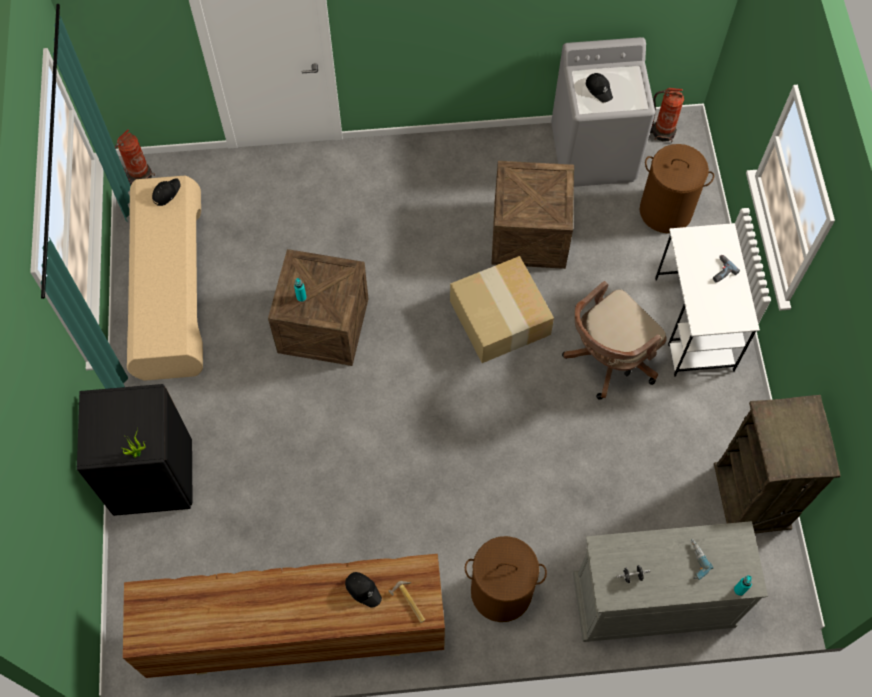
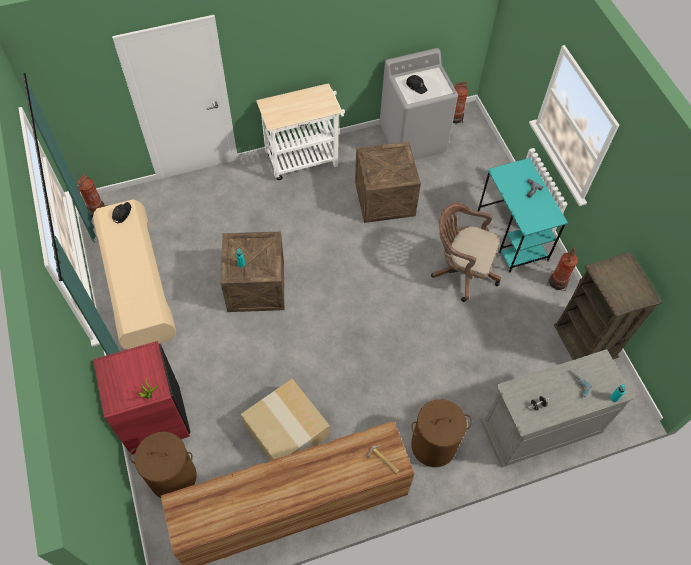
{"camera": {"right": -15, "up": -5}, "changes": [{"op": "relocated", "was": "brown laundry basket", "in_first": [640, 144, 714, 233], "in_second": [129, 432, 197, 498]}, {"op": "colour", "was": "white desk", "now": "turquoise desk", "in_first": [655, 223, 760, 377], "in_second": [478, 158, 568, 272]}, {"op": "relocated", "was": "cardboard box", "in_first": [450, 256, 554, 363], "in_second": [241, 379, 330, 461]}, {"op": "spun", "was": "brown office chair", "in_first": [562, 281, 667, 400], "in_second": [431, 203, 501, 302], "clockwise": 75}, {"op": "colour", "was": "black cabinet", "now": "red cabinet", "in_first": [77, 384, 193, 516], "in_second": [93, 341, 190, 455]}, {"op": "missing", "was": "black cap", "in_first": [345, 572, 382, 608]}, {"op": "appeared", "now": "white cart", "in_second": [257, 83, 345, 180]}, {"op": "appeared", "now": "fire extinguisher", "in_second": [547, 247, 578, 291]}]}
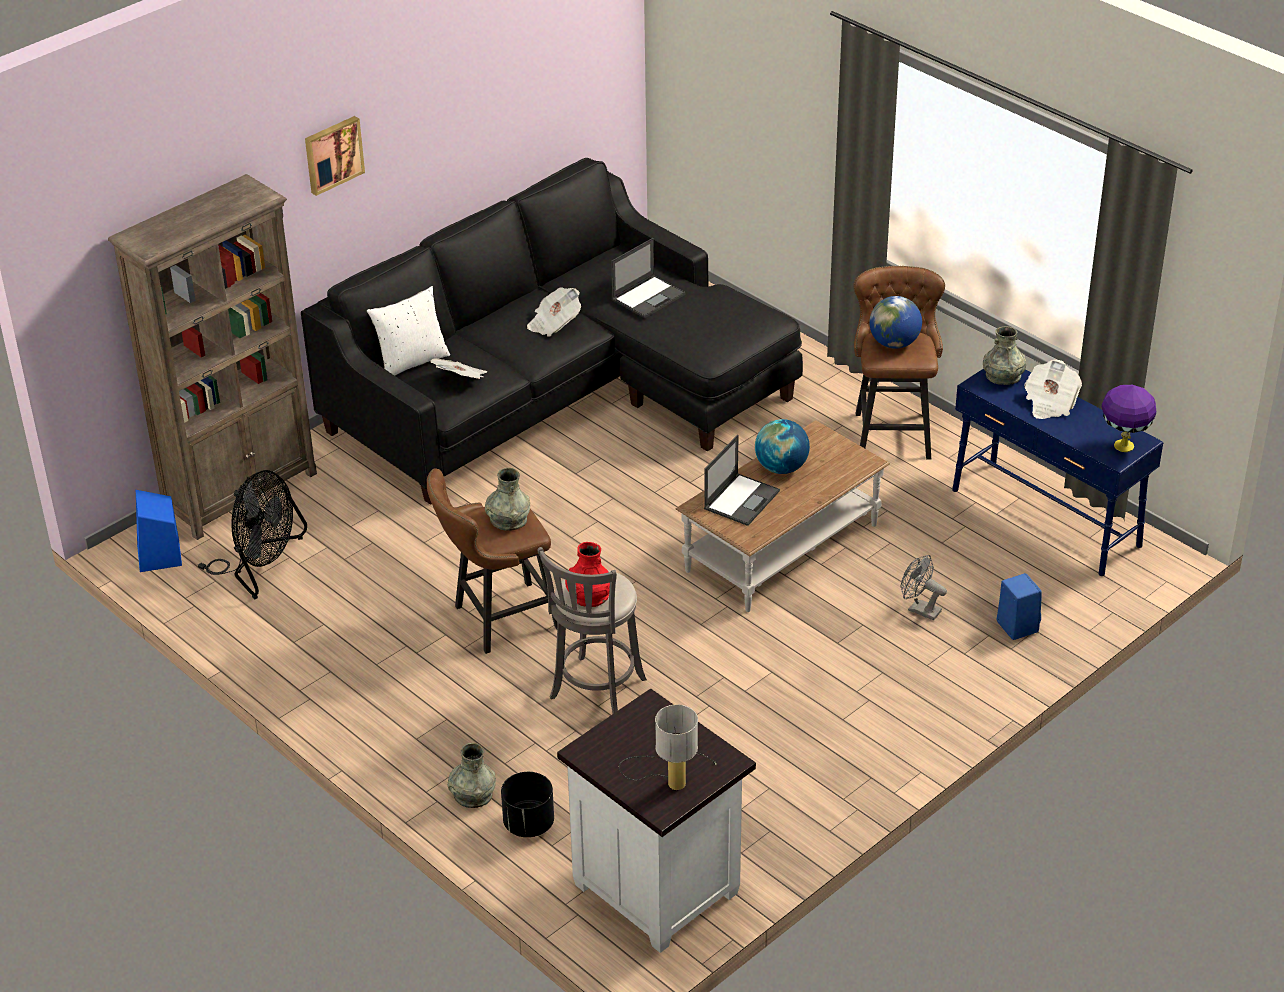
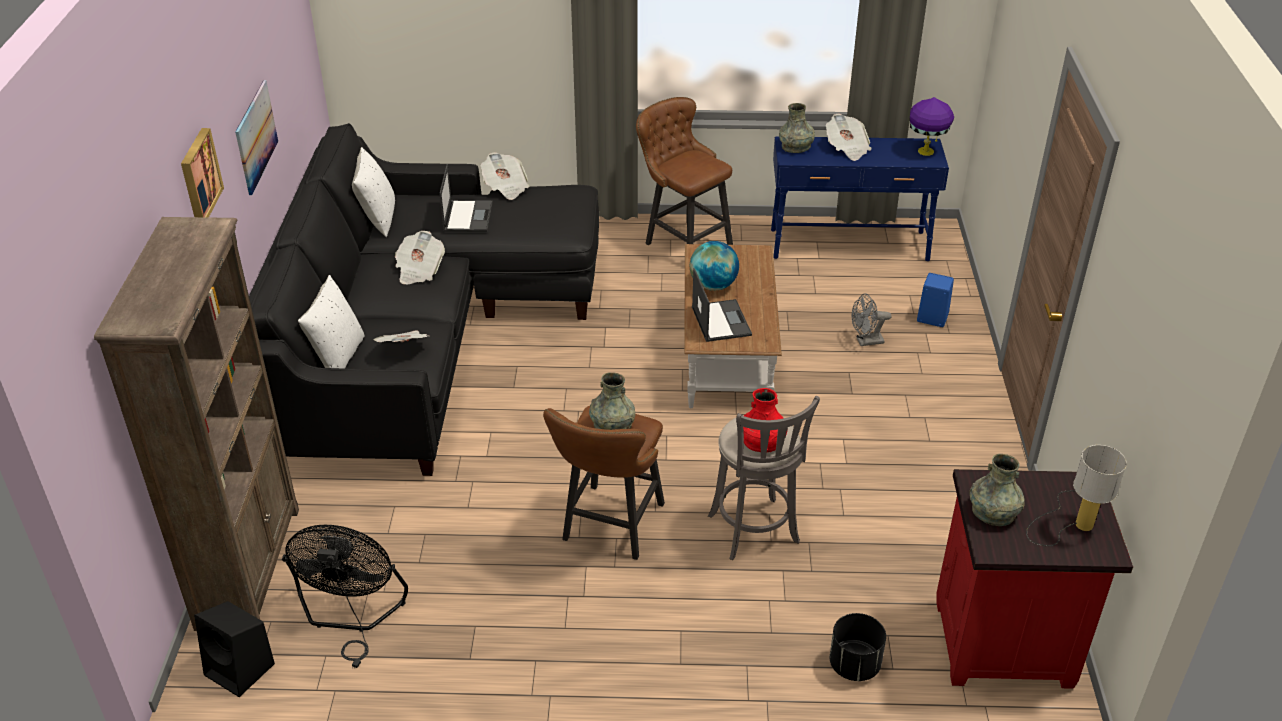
{"camera": {"right": -45, "up": 0}, "changes": [{"op": "missing", "was": "globe", "in_first": [869, 296, 922, 349]}, {"op": "spun", "was": "black fan", "in_first": [198, 470, 307, 599], "in_second": [282, 525, 408, 668], "clockwise": -60}, {"op": "colour", "was": "blue speaker", "now": "black speaker", "in_first": [136, 490, 182, 572], "in_second": [194, 601, 275, 697]}, {"op": "colour", "was": "white cabinet", "now": "red cabinet", "in_first": [557, 688, 756, 953], "in_second": [936, 469, 1133, 689]}, {"op": "relocated", "was": "grey vase", "in_first": [448, 743, 496, 808], "in_second": [969, 454, 1025, 526]}, {"op": "appeared", "now": "picture", "in_second": [235, 80, 278, 195]}, {"op": "appeared", "now": "white pillow", "in_second": [352, 147, 395, 237]}, {"op": "appeared", "now": "newspaper", "in_second": [481, 152, 529, 200]}]}
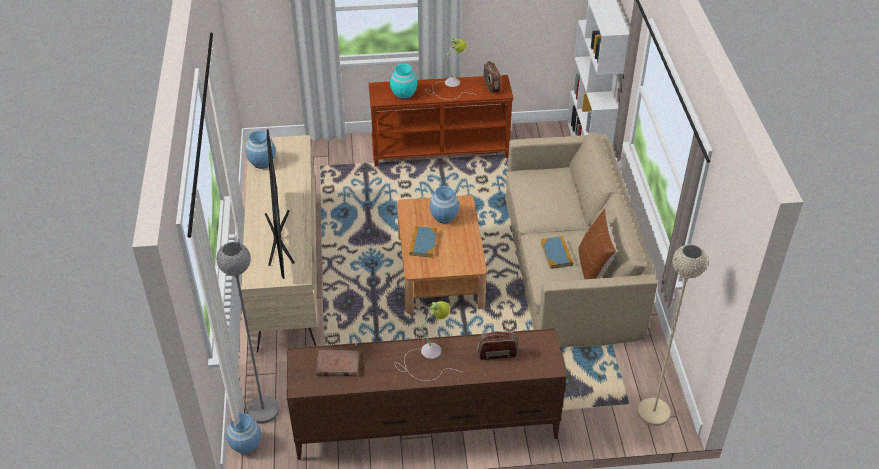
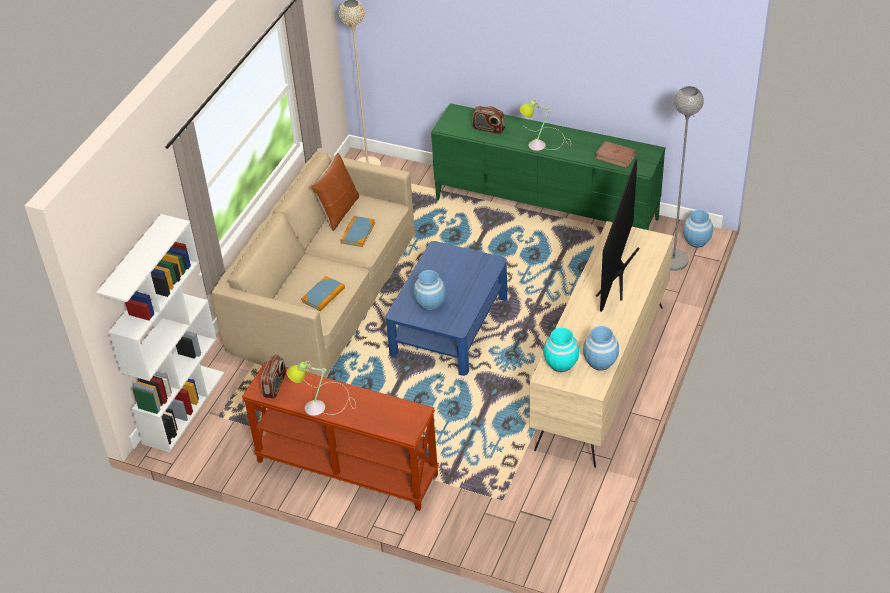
{"camera": {"right": -150, "up": 0}, "changes": [{"op": "relocated", "was": "turquoise vase", "in_first": [390, 64, 417, 100], "in_second": [543, 328, 579, 372]}, {"op": "colour", "was": "brown coffee table", "now": "blue coffee table", "in_first": [397, 195, 487, 314], "in_second": [385, 241, 507, 376]}, {"op": "relocated", "was": "book", "in_first": [409, 226, 437, 258], "in_second": [301, 276, 345, 311]}, {"op": "colour", "was": "brown cabinet", "now": "green cabinet", "in_first": [287, 328, 567, 460], "in_second": [431, 103, 665, 230]}]}
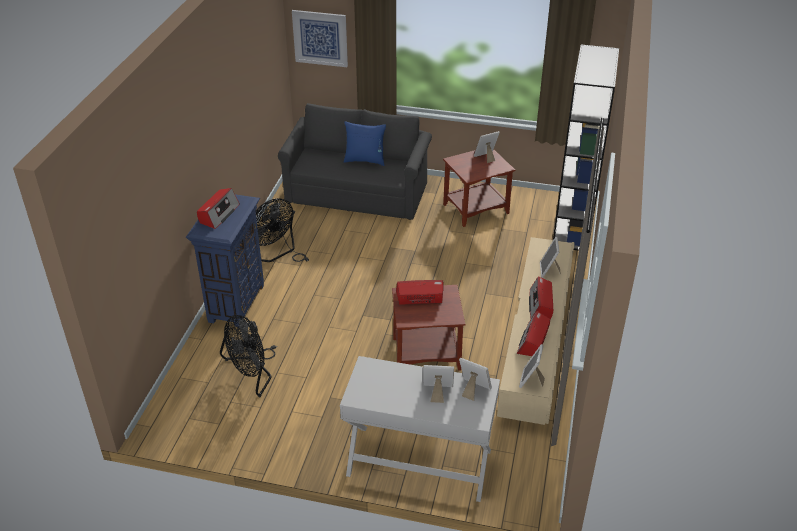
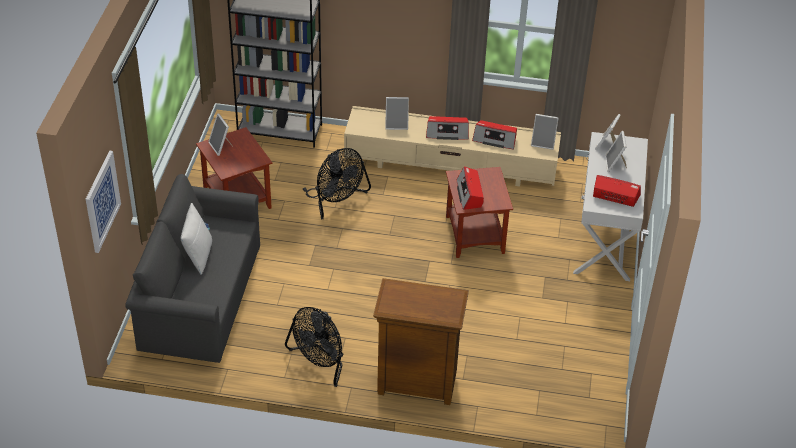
{"camera": {"right": -95, "up": 5}, "changes": [{"op": "colour", "was": "blue pillow", "now": "grey pillow", "in_first": [344, 121, 386, 166], "in_second": [181, 203, 212, 275]}, {"op": "relocated", "was": "radio", "in_first": [197, 188, 240, 229], "in_second": [593, 175, 641, 207]}, {"op": "colour", "was": "blue cabinet", "now": "brown cabinet", "in_first": [186, 194, 264, 328], "in_second": [373, 278, 469, 405]}, {"op": "relocated", "was": "black fan", "in_first": [220, 315, 277, 397], "in_second": [303, 148, 371, 220]}]}
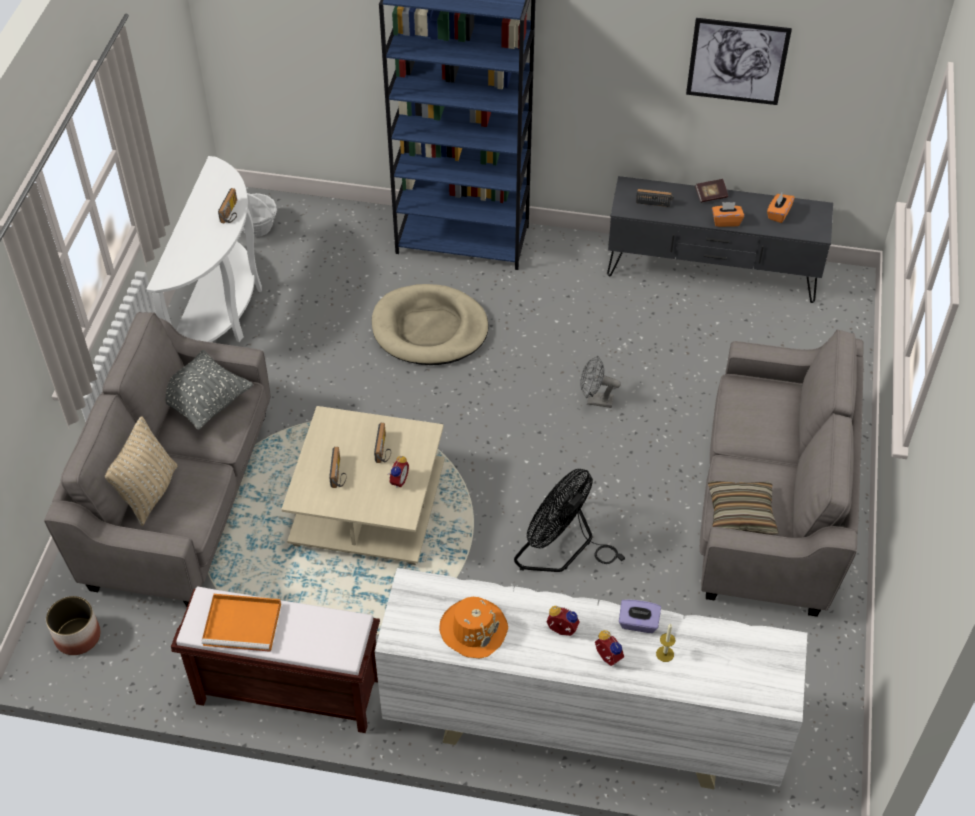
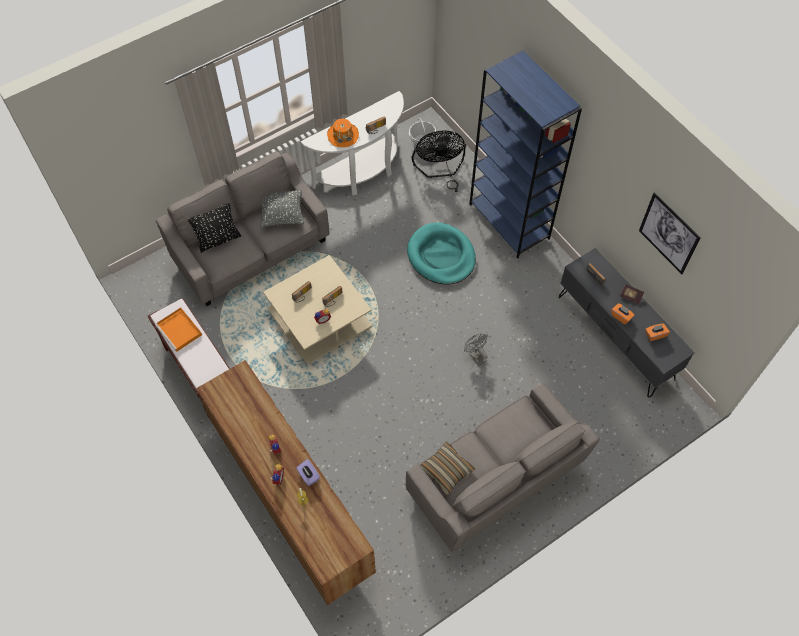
{"camera": {"right": 45, "up": 10}, "changes": [{"op": "colour", "was": "beige dog bed", "now": "turquoise dog bed", "in_first": [372, 284, 489, 365], "in_second": [407, 222, 476, 285]}, {"op": "colour", "was": "beige pillow", "now": "black pillow", "in_first": [105, 416, 177, 526], "in_second": [188, 203, 241, 253]}, {"op": "relocated", "was": "black fan", "in_first": [514, 469, 625, 572], "in_second": [412, 131, 466, 192]}, {"op": "colour", "was": "white cabinet", "now": "brown cabinet", "in_first": [375, 568, 807, 789], "in_second": [196, 360, 376, 605]}, {"op": "missing", "was": "planter", "in_first": [46, 596, 100, 655]}, {"op": "relocated", "was": "orange hat", "in_first": [439, 597, 508, 658], "in_second": [327, 119, 359, 147]}]}
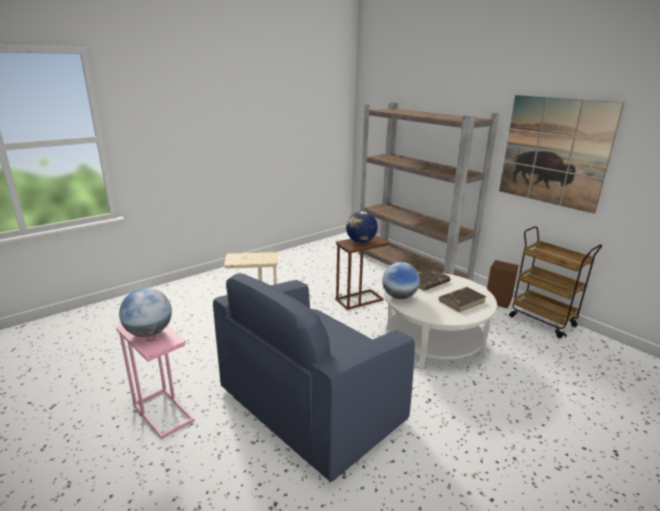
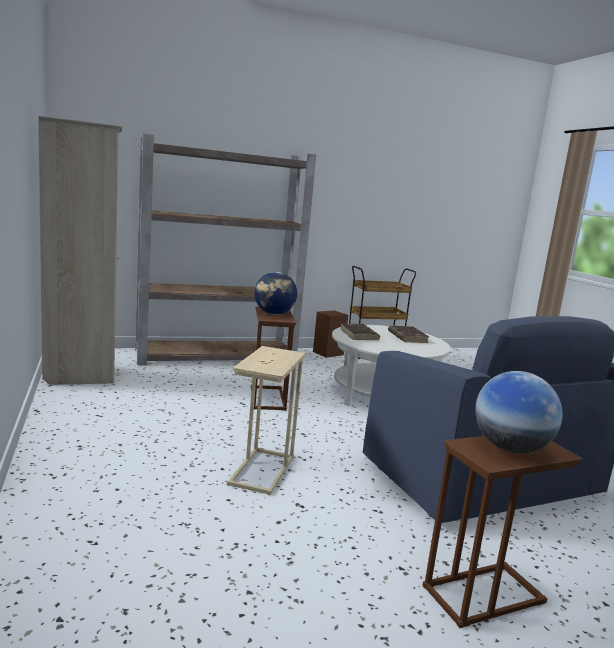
{"camera": {"right": -70, "up": -10}, "changes": [{"op": "missing", "was": "picture", "in_first": [499, 95, 624, 214]}, {"op": "missing", "was": "globe", "in_first": [382, 262, 420, 299]}, {"op": "colour", "was": "pink side table", "now": "brown side table", "in_first": [116, 325, 195, 440], "in_second": [422, 436, 582, 628]}, {"op": "appeared", "now": "beige cabinet", "in_second": [38, 116, 123, 385]}]}
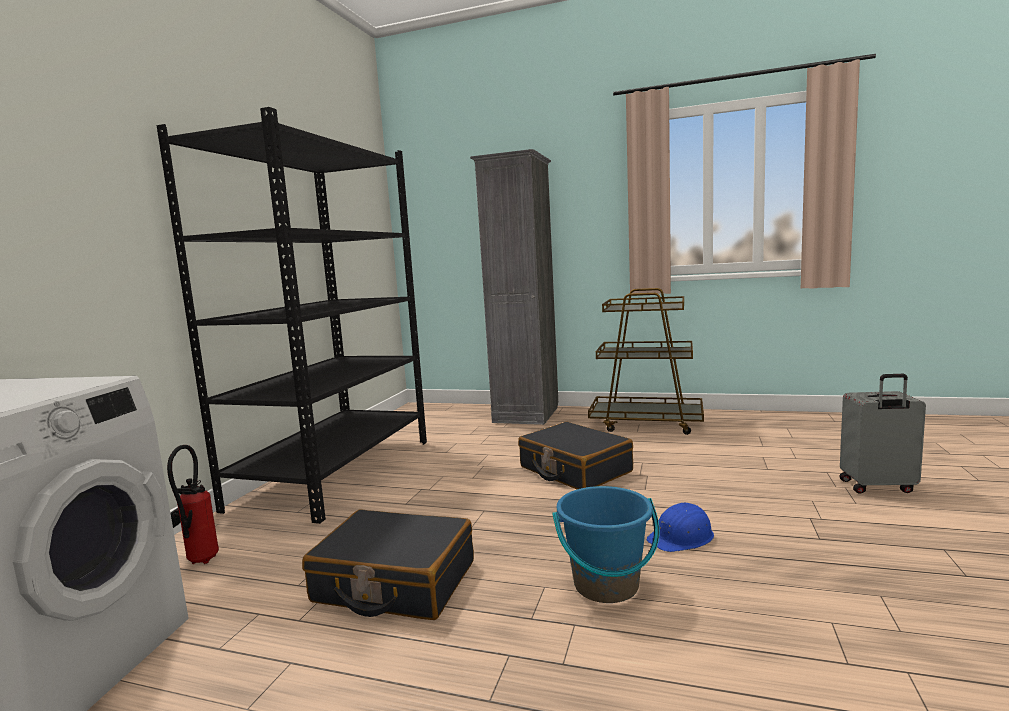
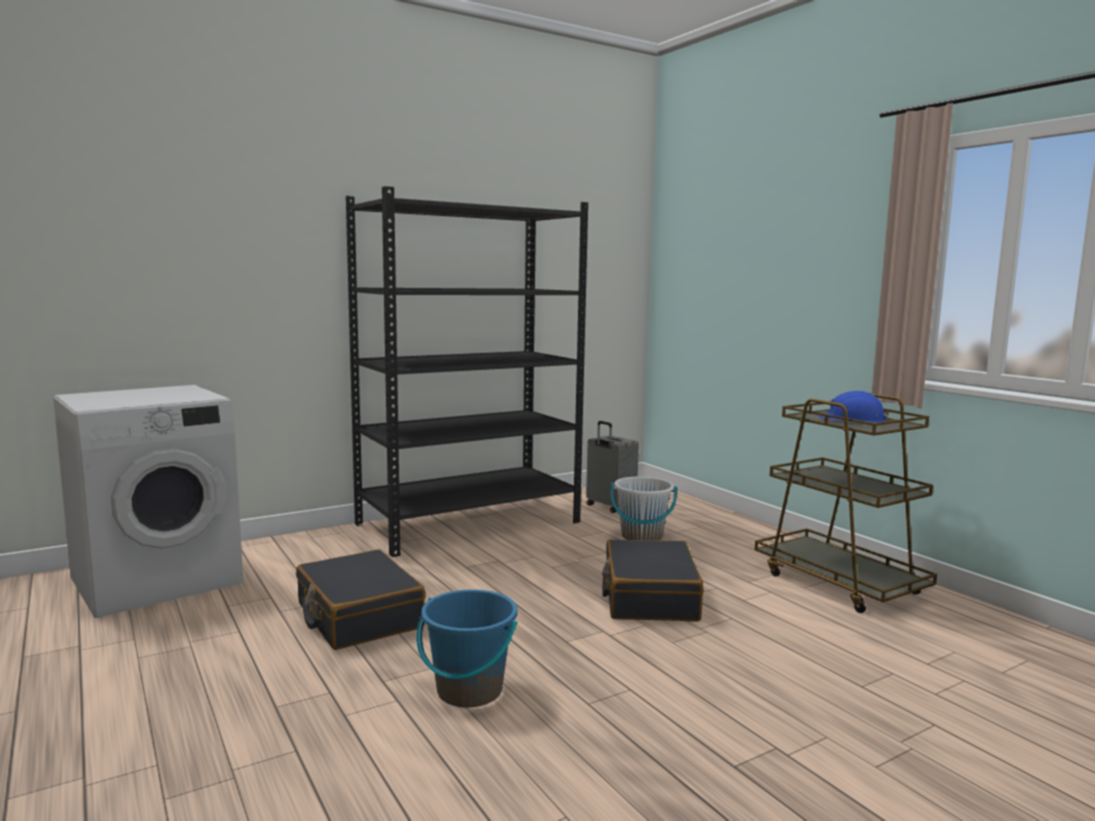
{"camera": {"right": 40, "up": 0}, "changes": [{"op": "missing", "was": "grey cabinet", "in_first": [470, 149, 558, 425]}, {"op": "relocated", "was": "grey suitcase", "in_first": [839, 374, 926, 494], "in_second": [586, 421, 639, 513]}, {"op": "missing", "was": "fire extinguisher", "in_first": [167, 445, 219, 564]}, {"op": "relocated", "was": "blue hard hat", "in_first": [646, 502, 714, 552], "in_second": [819, 391, 889, 423]}, {"op": "appeared", "now": "white bucket", "in_second": [611, 477, 677, 541]}]}
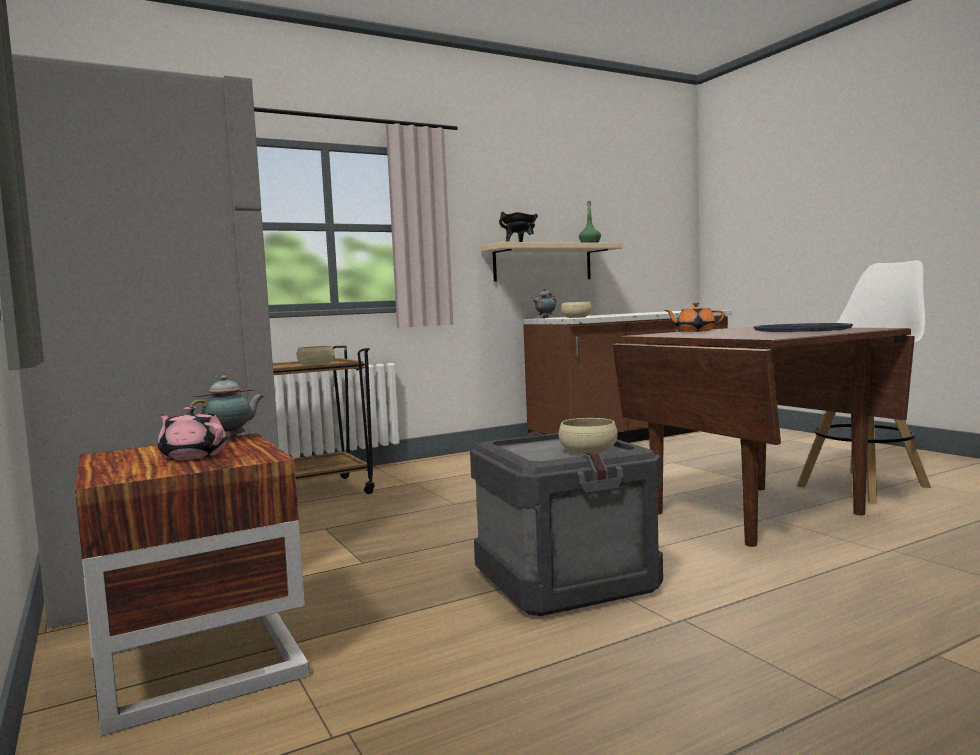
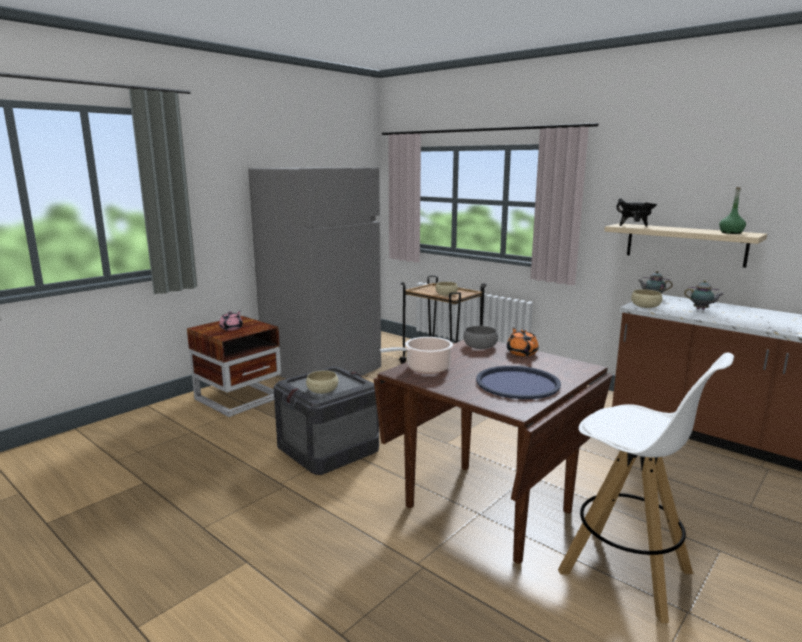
{"camera": {"right": 70, "up": 10}, "changes": [{"op": "relocated", "was": "teapot", "in_first": [189, 375, 264, 439], "in_second": [684, 281, 723, 310]}, {"op": "appeared", "now": "grey bowl", "in_second": [463, 326, 498, 349]}, {"op": "appeared", "now": "cooking pot", "in_second": [380, 337, 453, 374]}]}
